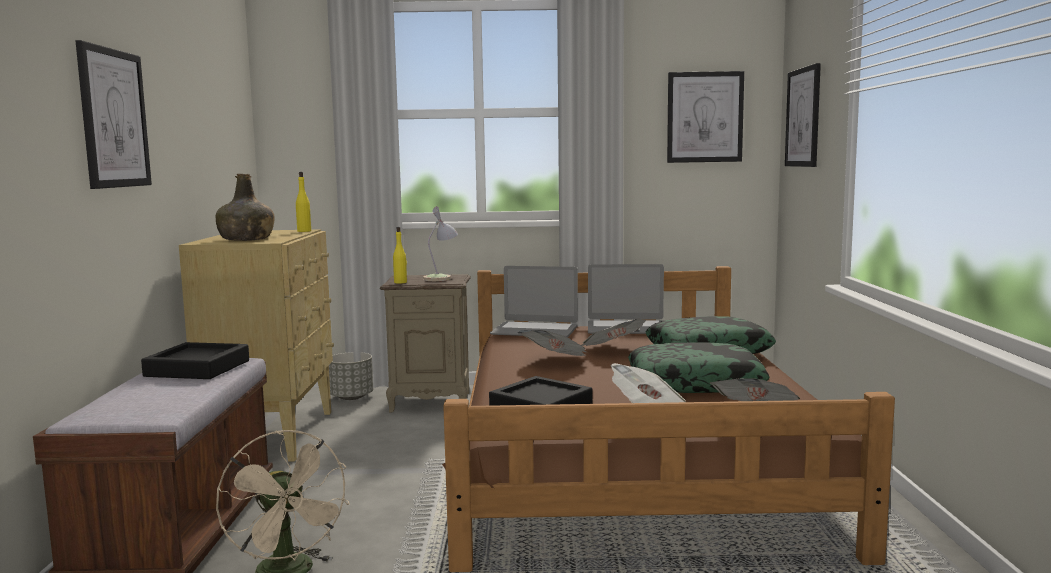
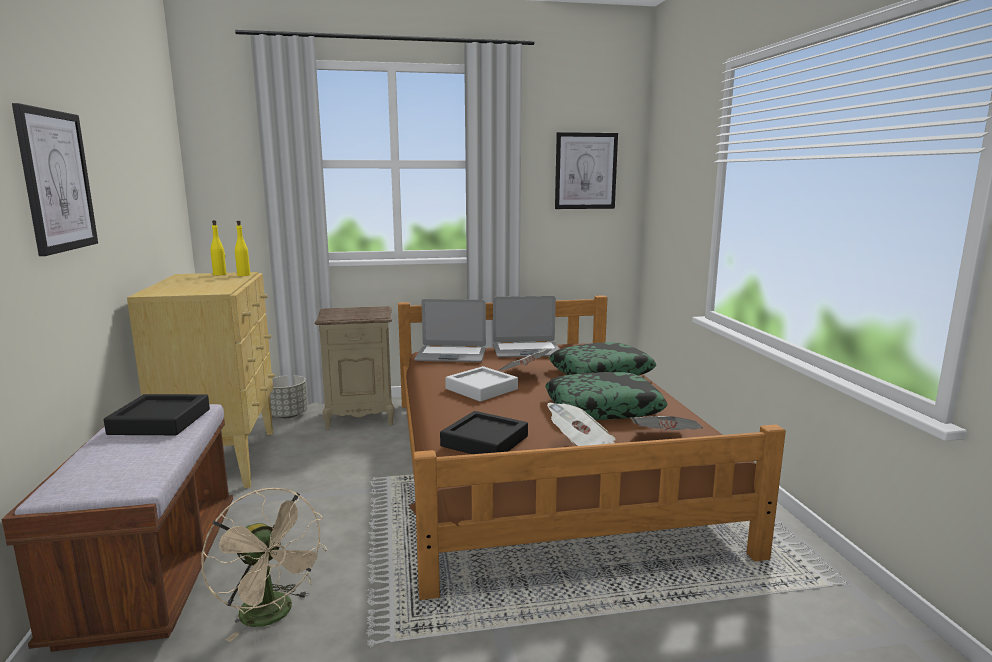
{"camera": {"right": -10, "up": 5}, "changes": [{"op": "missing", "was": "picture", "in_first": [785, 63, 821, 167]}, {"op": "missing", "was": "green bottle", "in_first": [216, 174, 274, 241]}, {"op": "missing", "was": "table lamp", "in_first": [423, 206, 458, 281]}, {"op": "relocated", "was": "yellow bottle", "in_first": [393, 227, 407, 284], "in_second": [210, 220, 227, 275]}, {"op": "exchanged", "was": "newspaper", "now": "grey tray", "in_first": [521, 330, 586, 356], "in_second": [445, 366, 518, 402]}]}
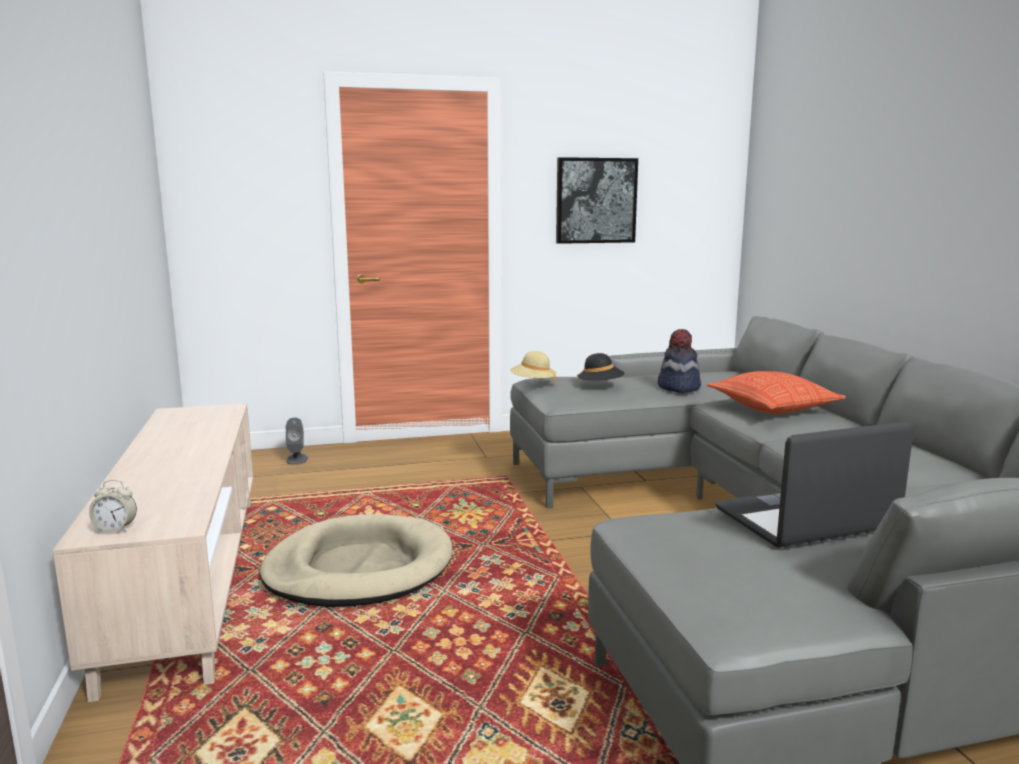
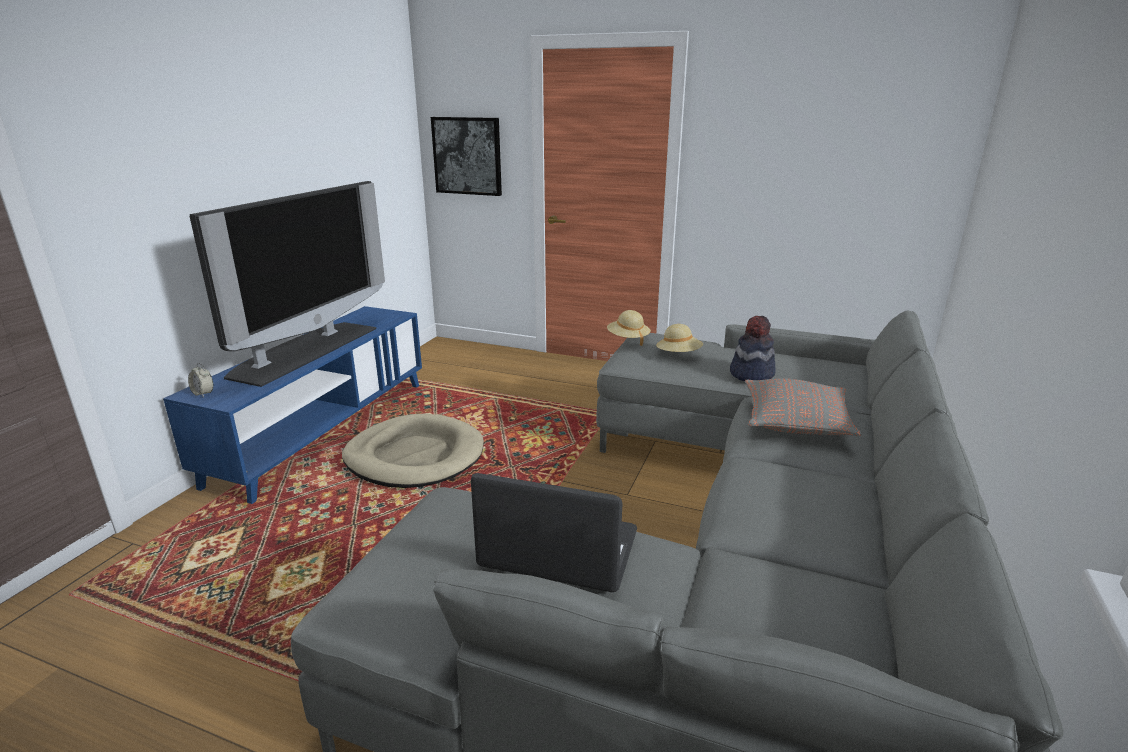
{"camera": {"right": 35, "up": 10}, "changes": [{"op": "relocated", "was": "picture", "in_first": [556, 157, 638, 244], "in_second": [431, 117, 502, 196]}, {"op": "colour", "was": "black hat", "now": "beige hat", "in_first": [577, 353, 625, 380], "in_second": [656, 324, 703, 352]}, {"op": "colour", "was": "orange pillow", "now": "grey pillow", "in_first": [707, 371, 846, 414], "in_second": [745, 378, 862, 436]}, {"op": "colour", "was": "beige tv stand", "now": "blue tv stand", "in_first": [53, 403, 253, 702], "in_second": [163, 306, 422, 504]}, {"op": "missing", "was": "grey speaker", "in_first": [286, 418, 308, 465]}, {"op": "appeared", "now": "television", "in_second": [190, 181, 385, 387]}]}
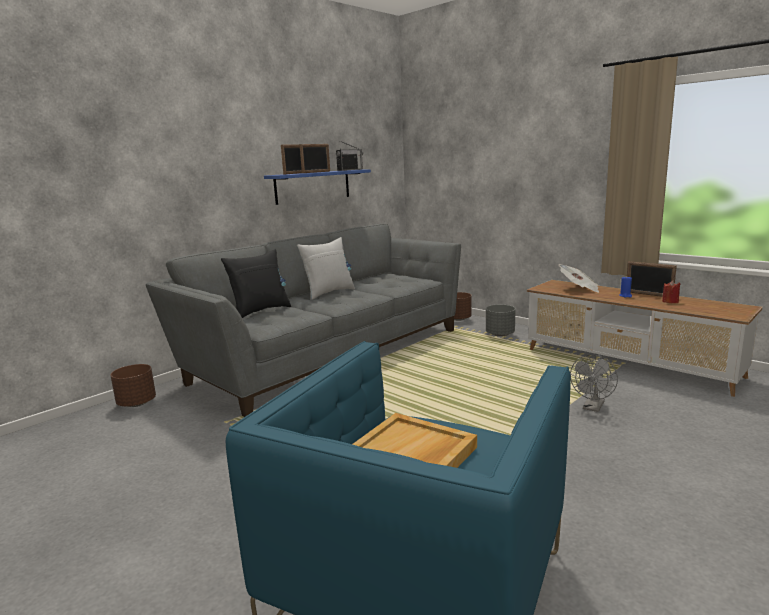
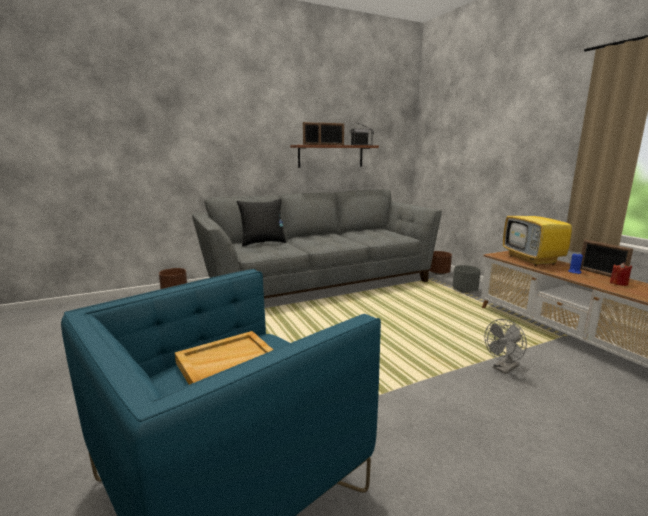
{"camera": {"right": 20, "up": 0}, "changes": [{"op": "colour", "was": "blue shelf", "now": "brown shelf", "in_first": [264, 169, 371, 205], "in_second": [290, 145, 379, 168]}, {"op": "missing", "was": "grey pillow", "in_first": [297, 237, 355, 300]}, {"op": "exchanged", "was": "newspaper", "now": "television", "in_first": [559, 264, 599, 292], "in_second": [503, 197, 572, 266]}]}
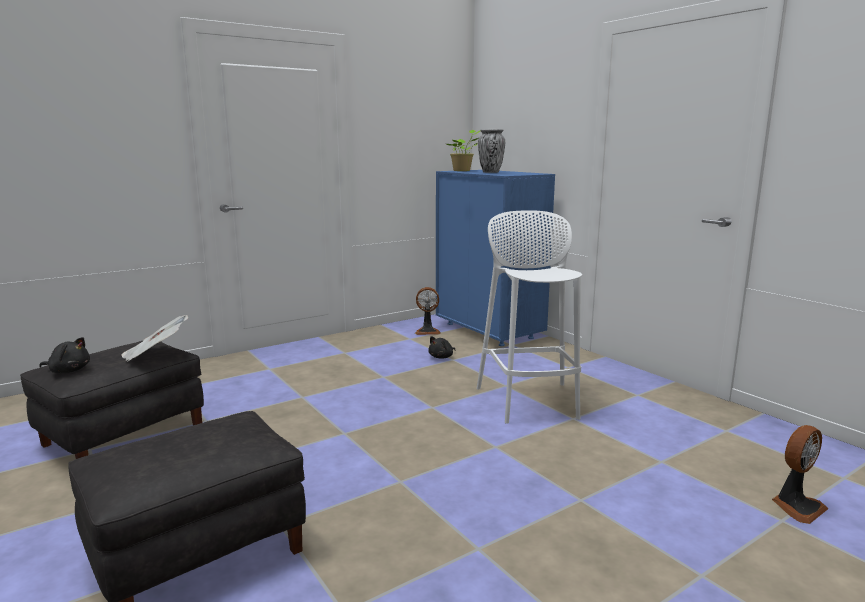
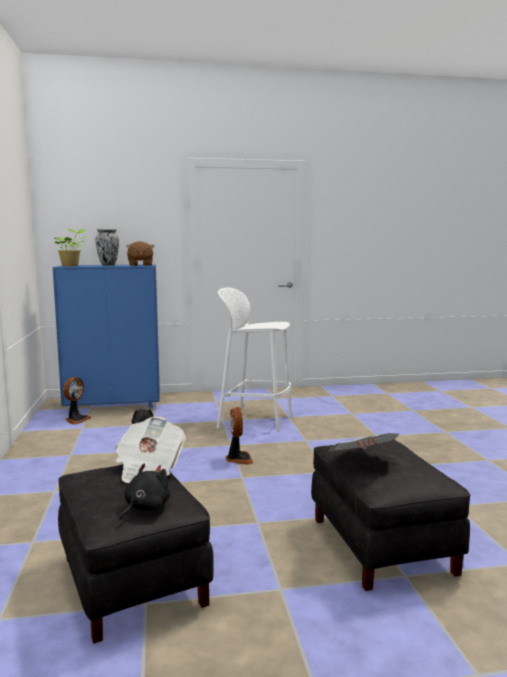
{"camera": {"right": -65, "up": -5}, "changes": [{"op": "relocated", "was": "fan", "in_first": [772, 425, 828, 524], "in_second": [226, 407, 253, 465]}, {"op": "appeared", "now": "brown plush toy", "in_second": [126, 241, 154, 266]}, {"op": "appeared", "now": "newspaper", "in_second": [328, 433, 400, 451]}]}
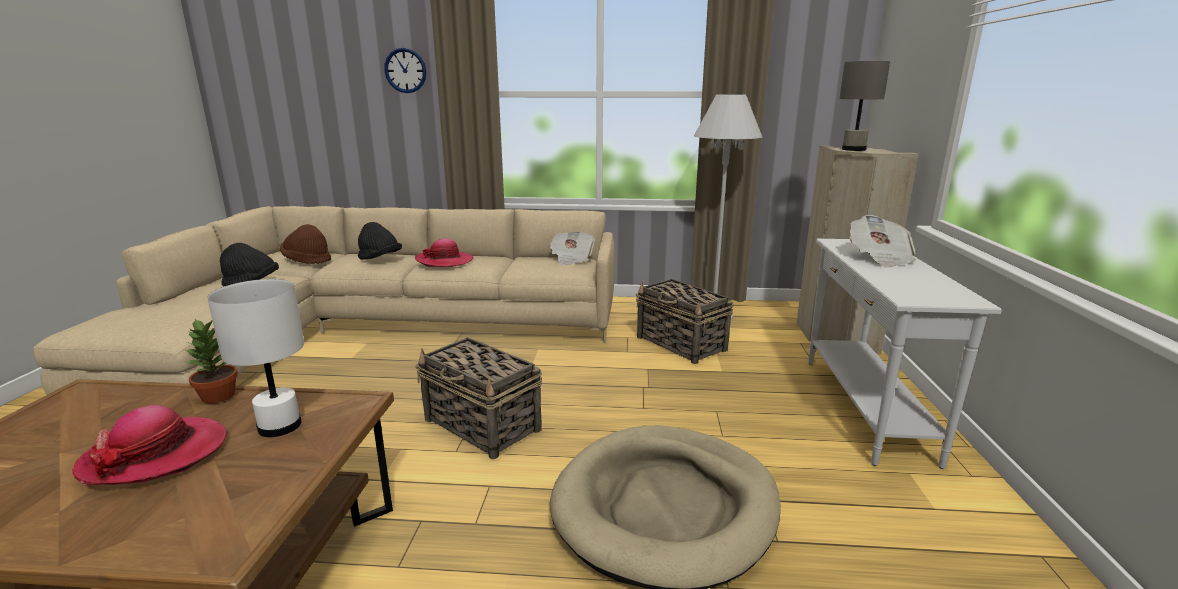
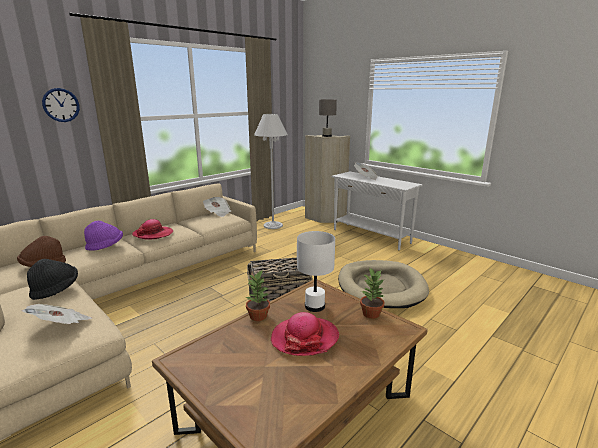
{"camera": {"right": -50, "up": 0}, "changes": [{"op": "colour", "was": "black hat", "now": "purple hat", "in_first": [358, 222, 402, 260], "in_second": [84, 221, 123, 251]}, {"op": "missing", "was": "basket", "in_first": [636, 279, 733, 364]}, {"op": "appeared", "now": "potted plant", "in_second": [360, 268, 384, 319]}, {"op": "appeared", "now": "newspaper", "in_second": [21, 304, 93, 324]}]}
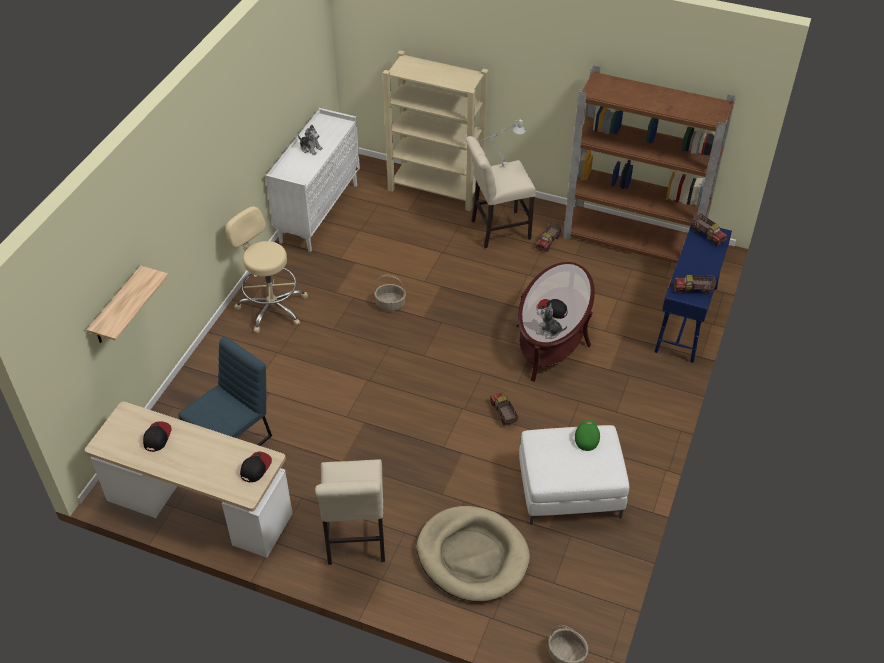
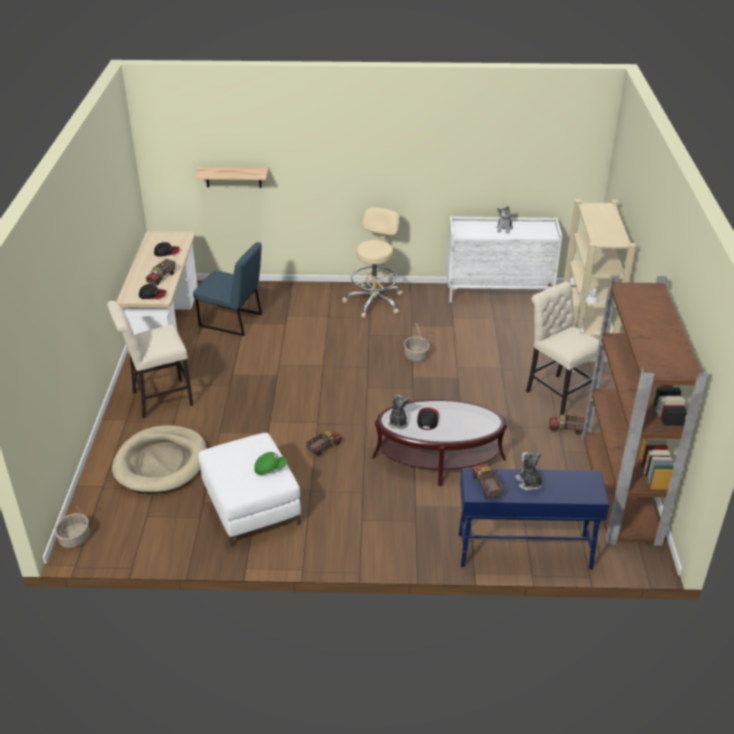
{"camera": {"right": 70, "up": -10}, "changes": [{"op": "relocated", "was": "toy truck", "in_first": [692, 213, 727, 245], "in_second": [146, 259, 176, 285]}, {"op": "appeared", "now": "plush toy", "in_second": [515, 452, 542, 491]}]}
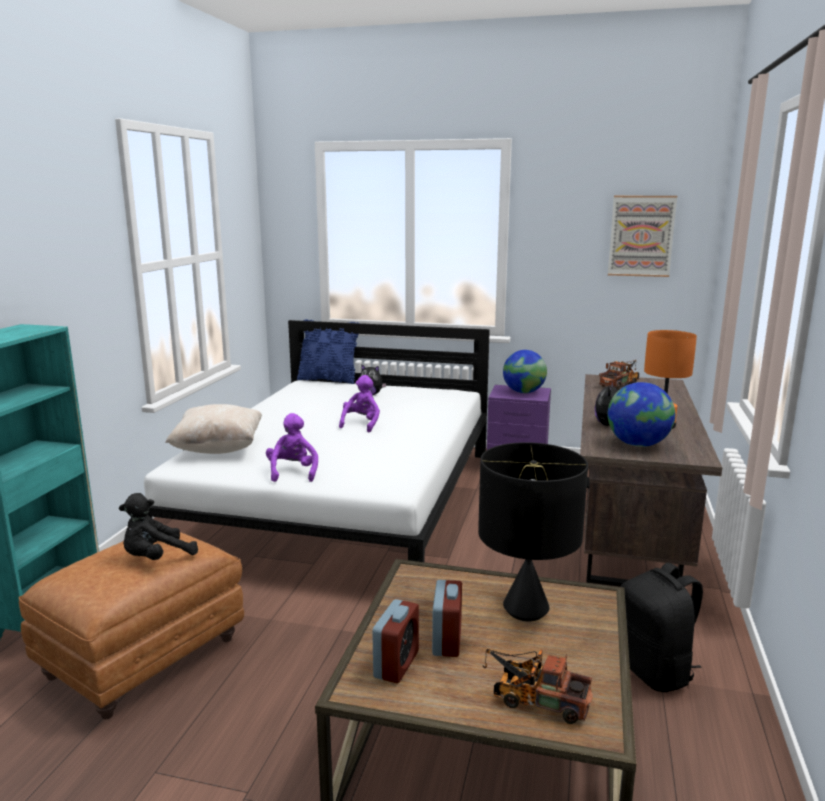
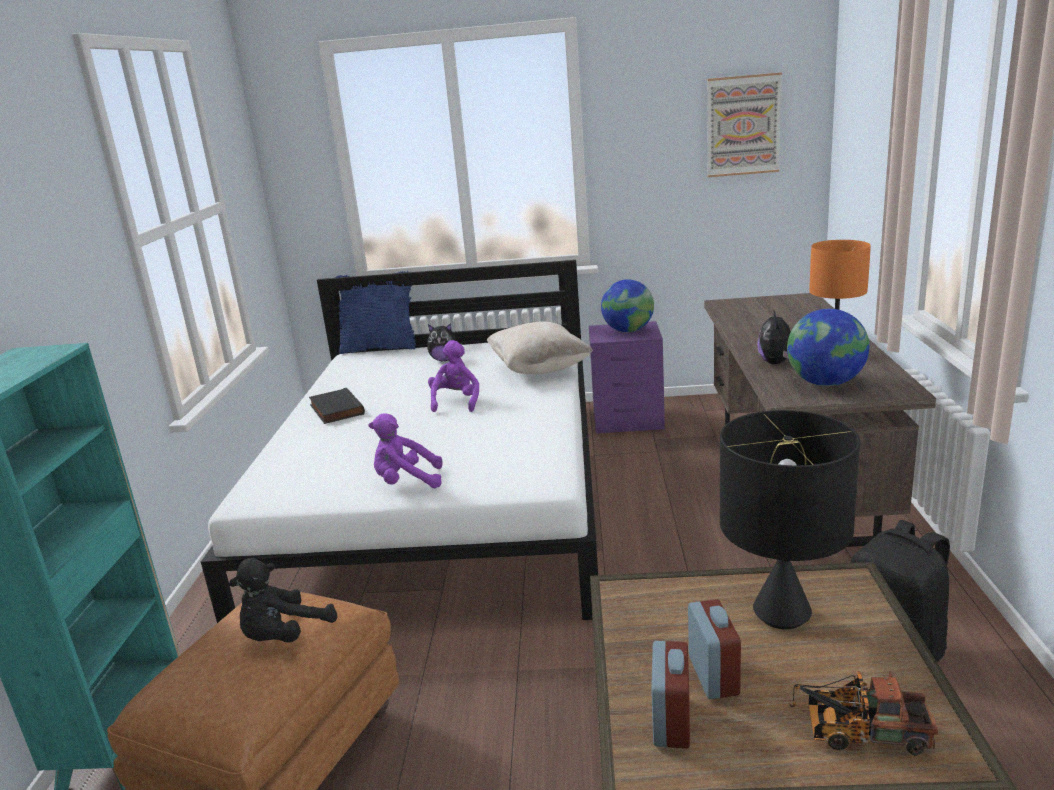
{"camera": {"right": -10, "up": 5}, "changes": [{"op": "missing", "was": "toy truck", "in_first": [599, 360, 639, 390]}, {"op": "relocated", "was": "beige pillow", "in_first": [165, 404, 262, 454], "in_second": [487, 322, 593, 374]}, {"op": "spun", "was": "purple plush toy", "in_first": [266, 413, 318, 482], "in_second": [368, 413, 443, 488], "clockwise": -75}, {"op": "appeared", "now": "black book", "in_second": [309, 388, 365, 424]}]}
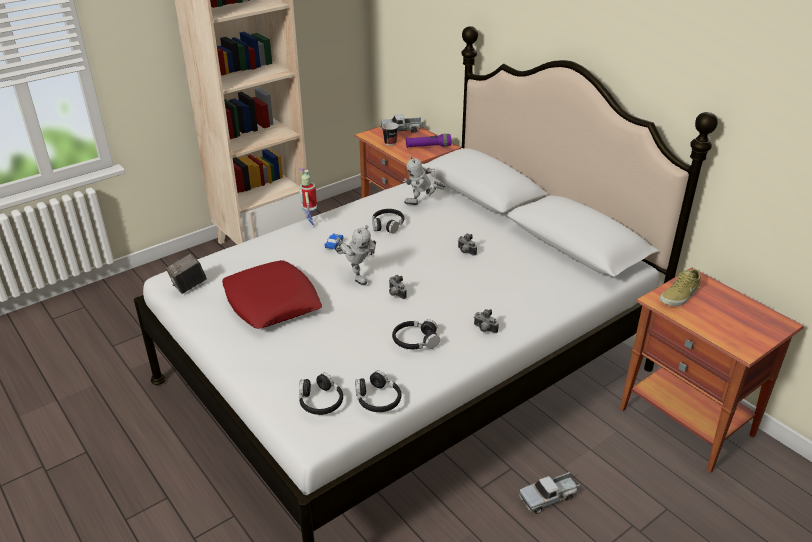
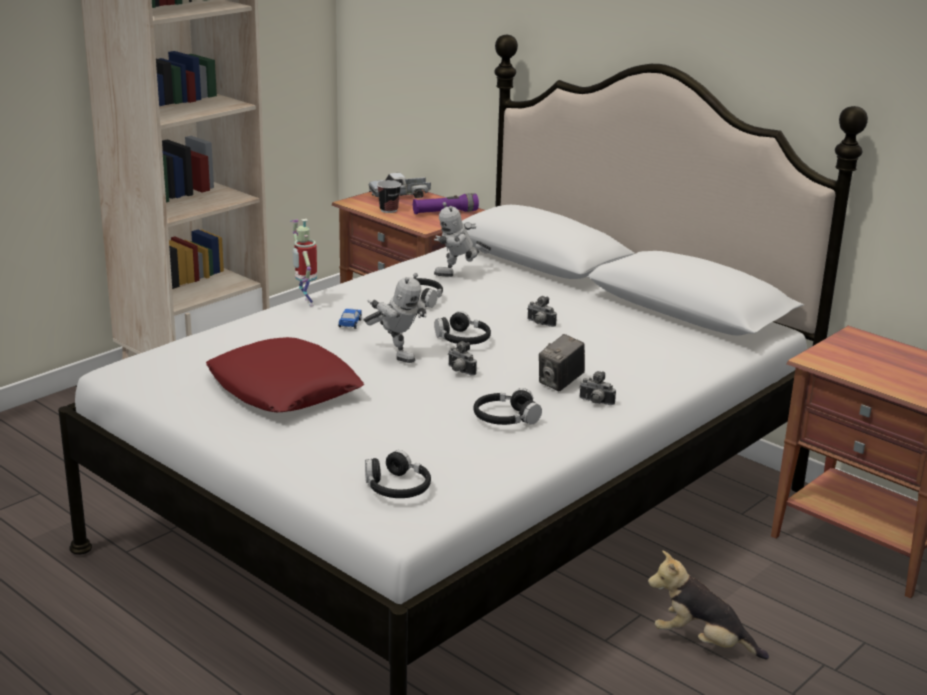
{"camera": {"right": -10, "up": -10}, "changes": [{"op": "relocated", "was": "photo camera", "in_first": [166, 254, 207, 294], "in_second": [539, 334, 585, 391]}, {"op": "missing", "was": "beige shoe", "in_first": [659, 269, 701, 306]}, {"op": "relocated", "was": "black headphones", "in_first": [355, 370, 401, 412], "in_second": [434, 311, 491, 345]}, {"op": "exchanged", "was": "toy truck", "now": "plush toy", "in_first": [519, 472, 580, 514], "in_second": [648, 550, 769, 660]}]}
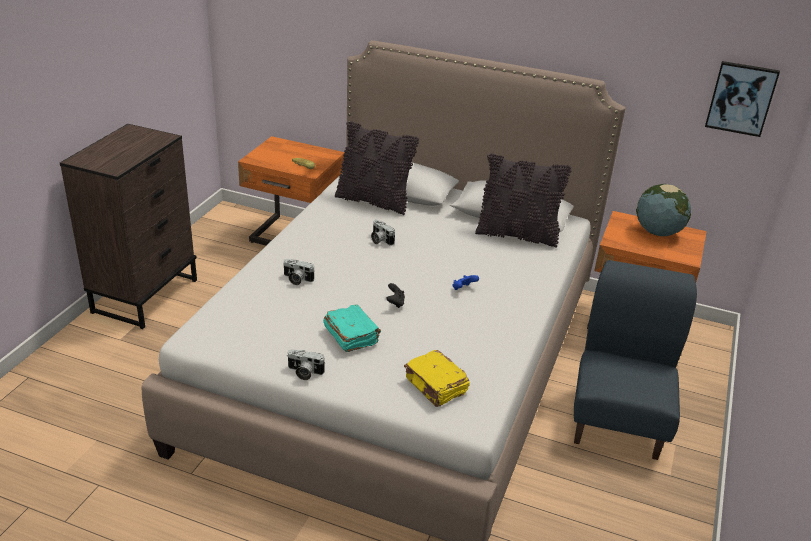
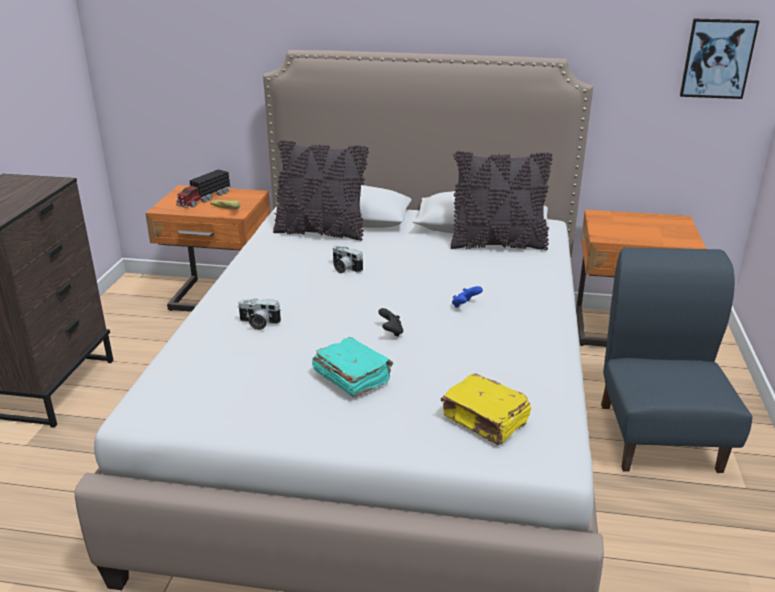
{"camera": {"right": -10, "up": -5}, "changes": [{"op": "missing", "was": "globe", "in_first": [636, 184, 691, 236]}, {"op": "missing", "was": "photo camera", "in_first": [288, 349, 326, 380]}, {"op": "appeared", "now": "toy truck", "in_second": [176, 169, 231, 208]}]}
